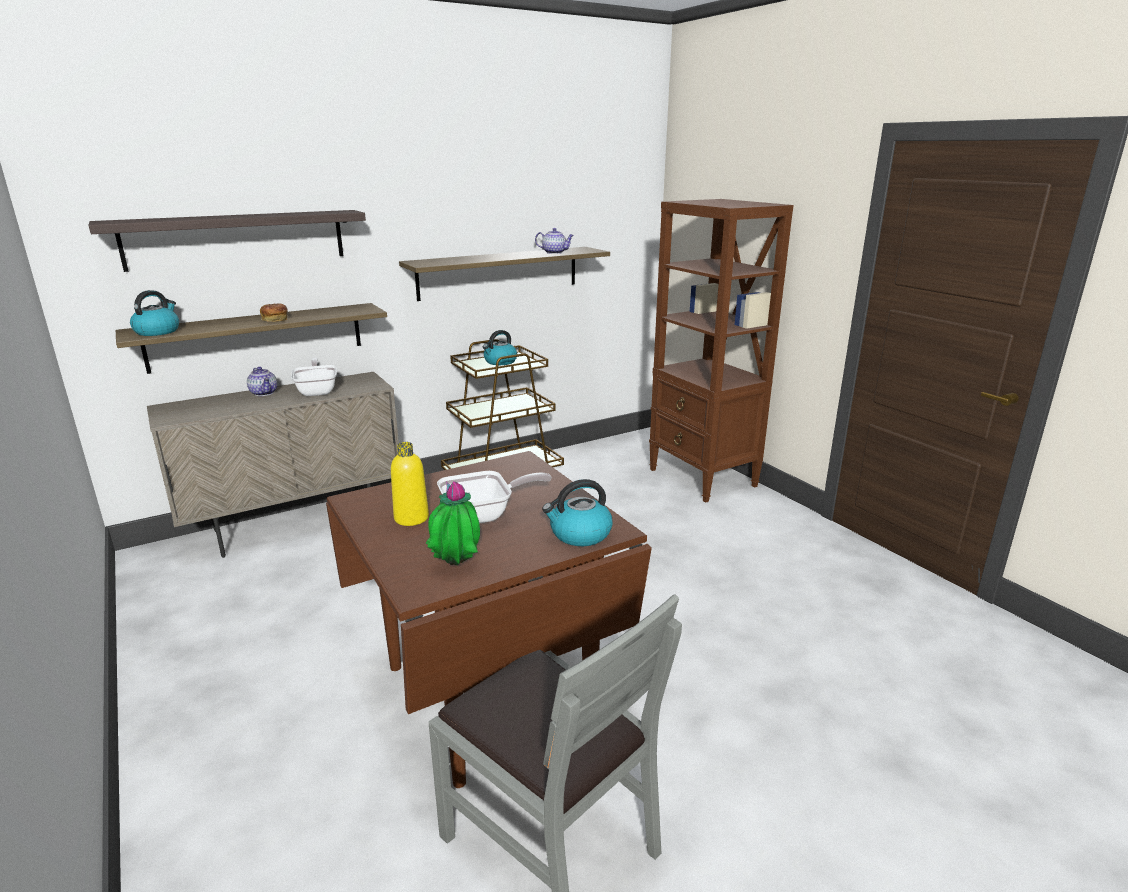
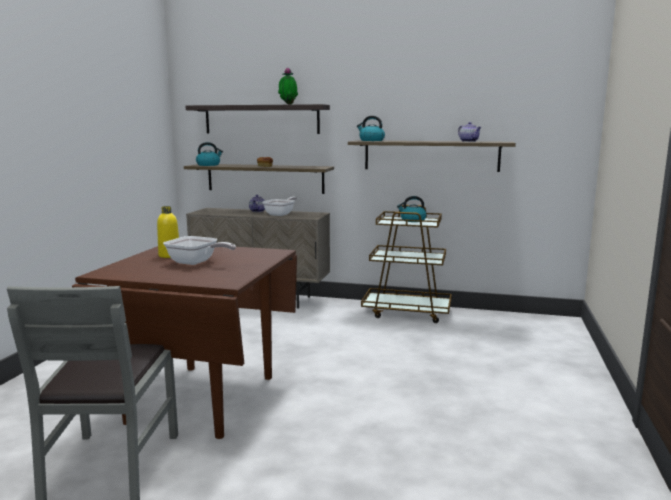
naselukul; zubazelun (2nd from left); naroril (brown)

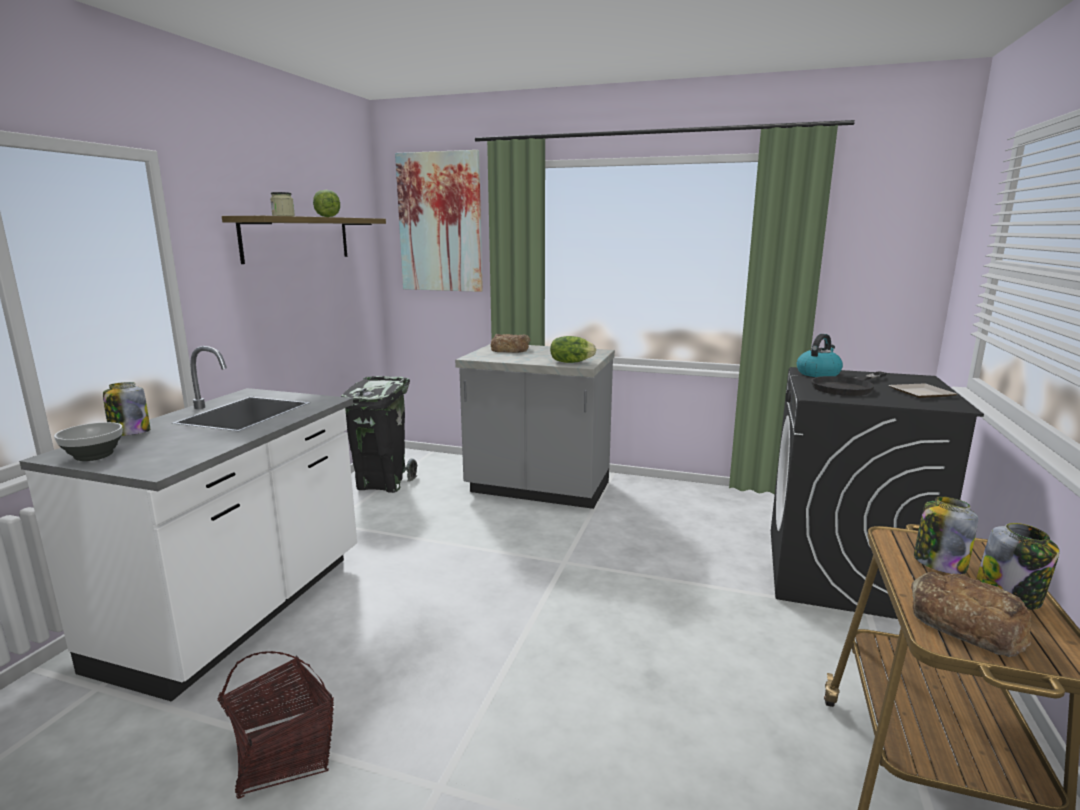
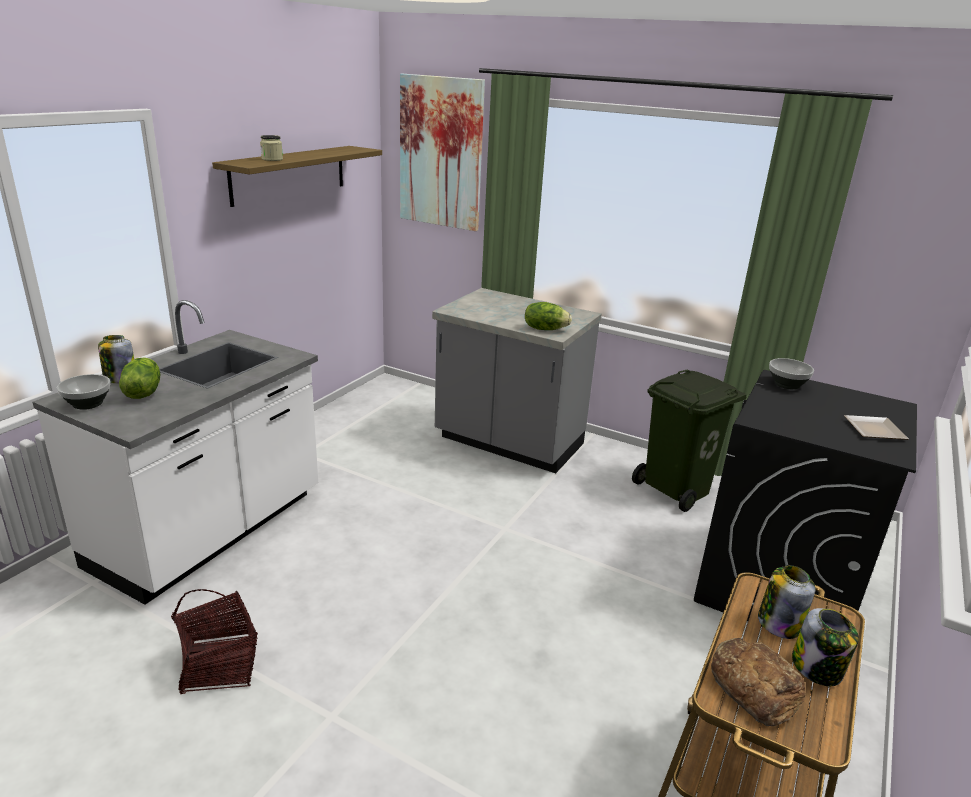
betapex (1st from left); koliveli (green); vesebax (2nd from left); koliveli (black); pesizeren (1st from left in the first image); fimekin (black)

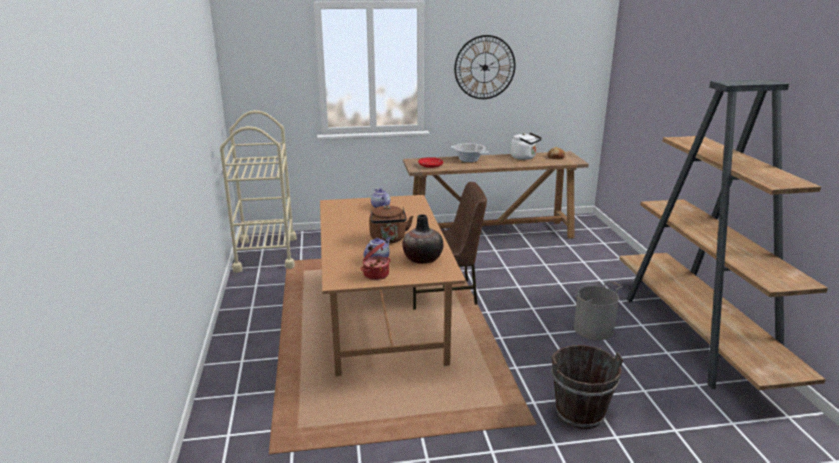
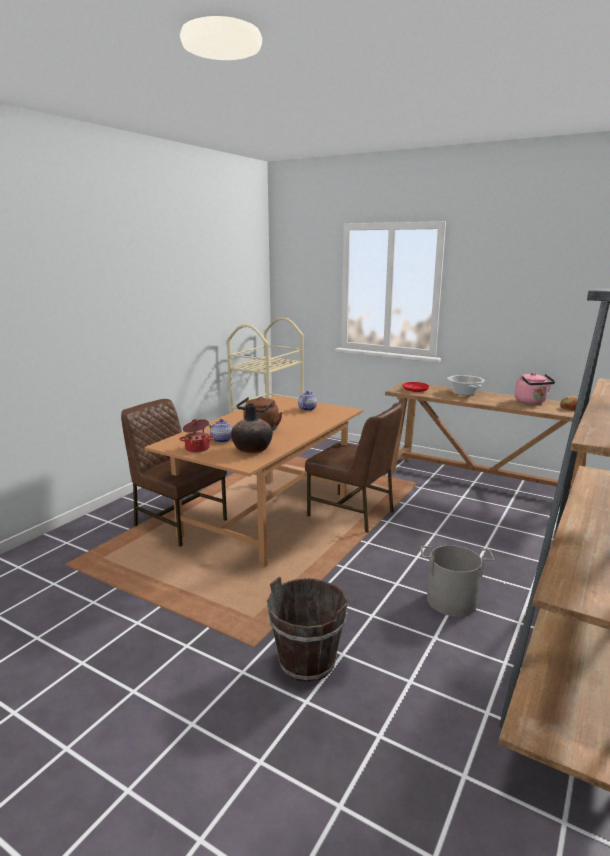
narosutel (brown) (1st from left); zubazelun (pink); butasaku

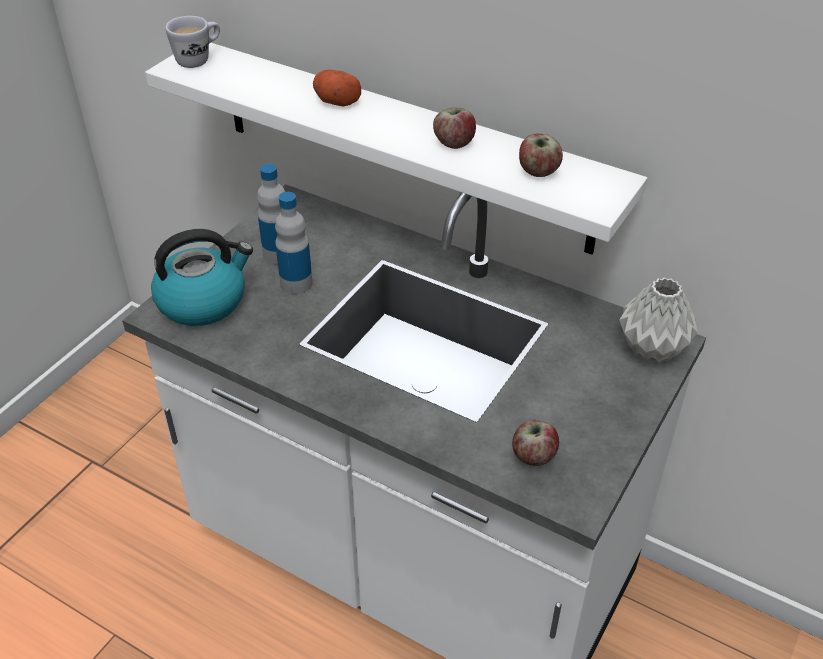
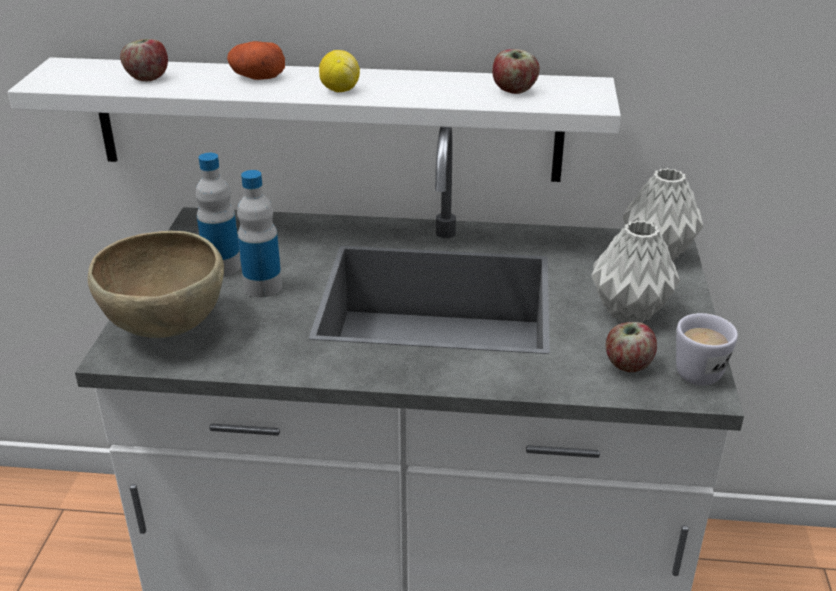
vesebax (brown); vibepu (1st from left); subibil; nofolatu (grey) (1st from left); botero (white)

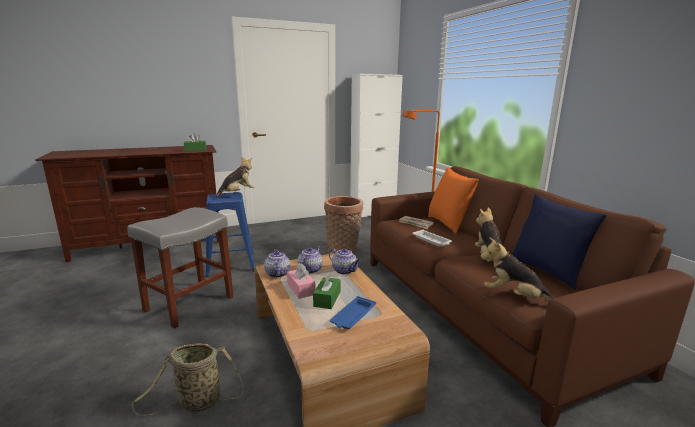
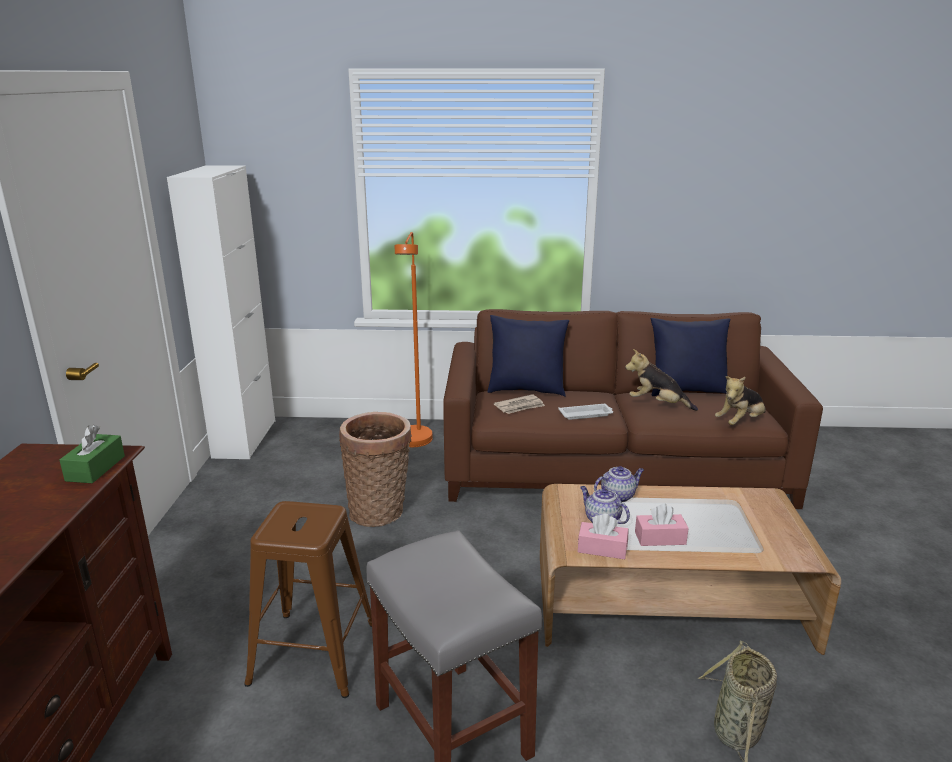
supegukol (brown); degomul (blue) (1st from left); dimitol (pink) (1st from left); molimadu (1st from left in the first image); dimitol (green) (2nd from left in the first image); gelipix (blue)

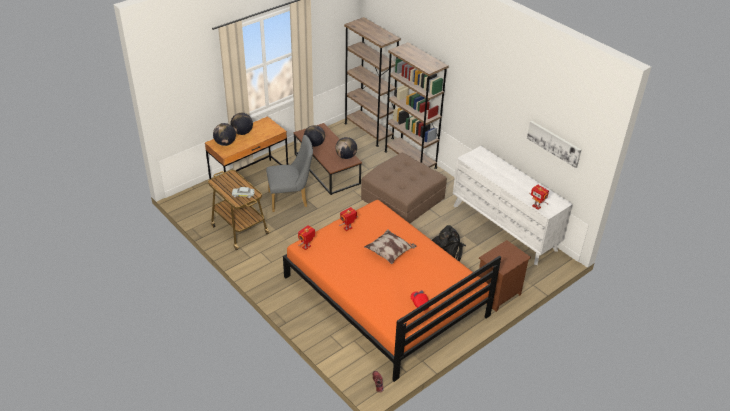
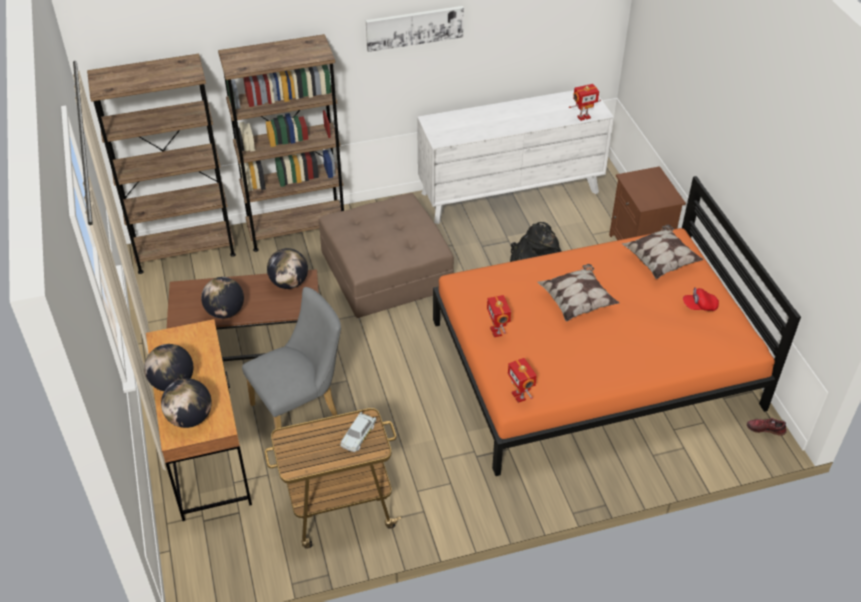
narosutel (grey); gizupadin; degomul (2nd from left)

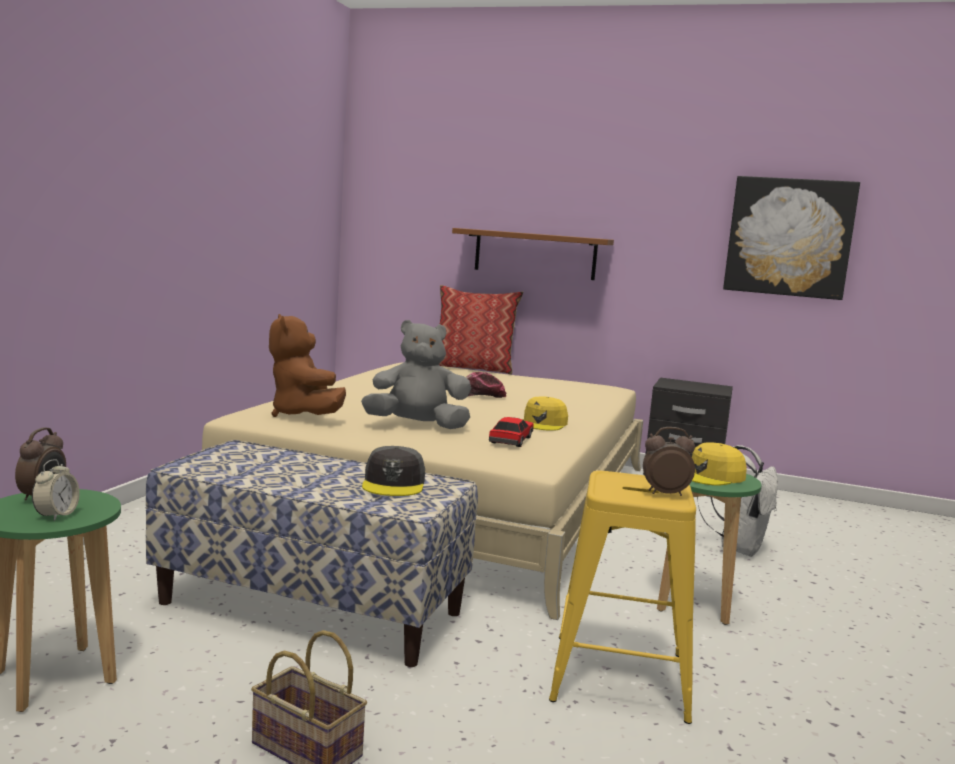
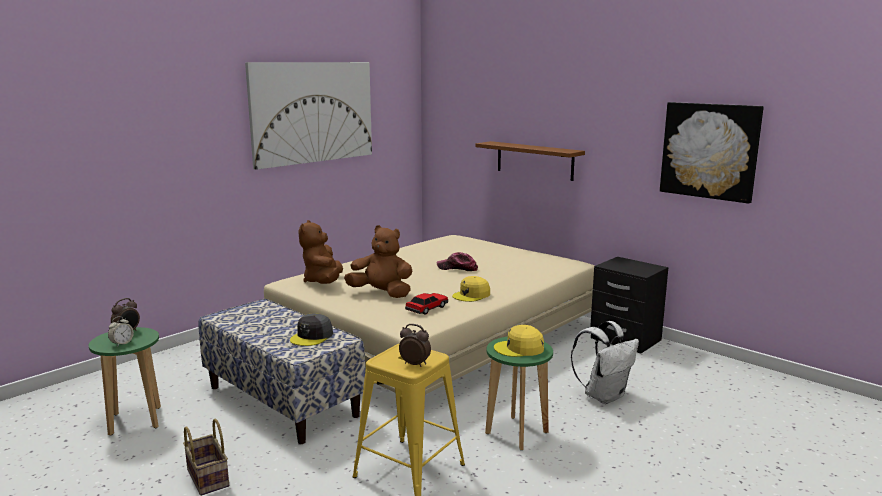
gizupadin (1st from left); molimadu (brown) (2nd from left); degomul

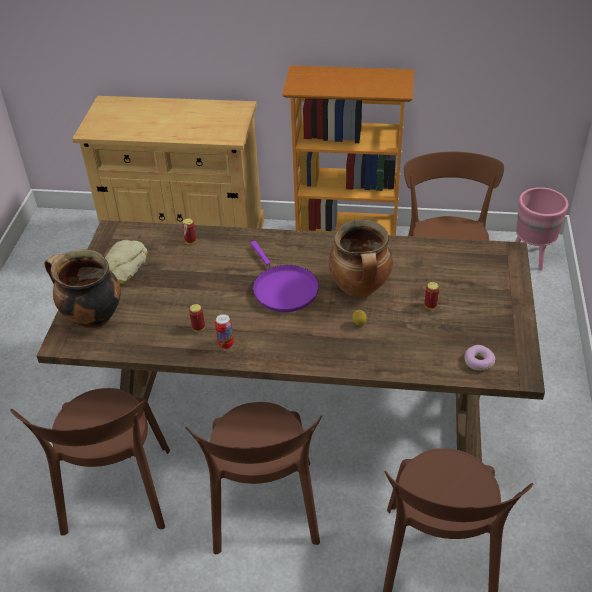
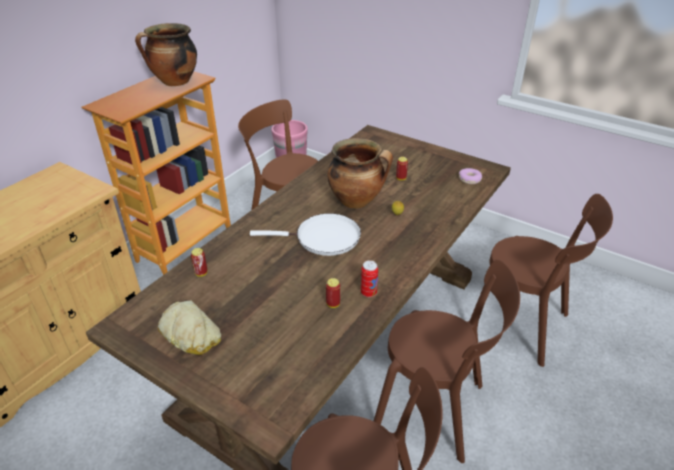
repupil (1st from left); fimekin (white)

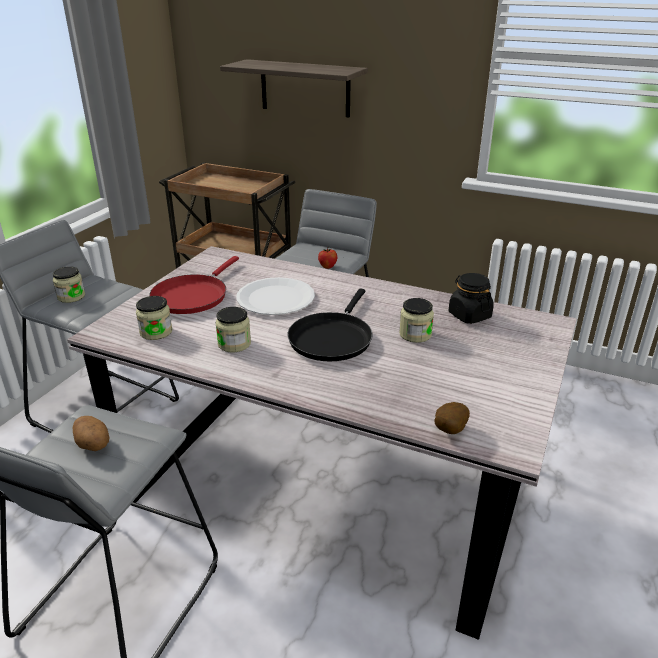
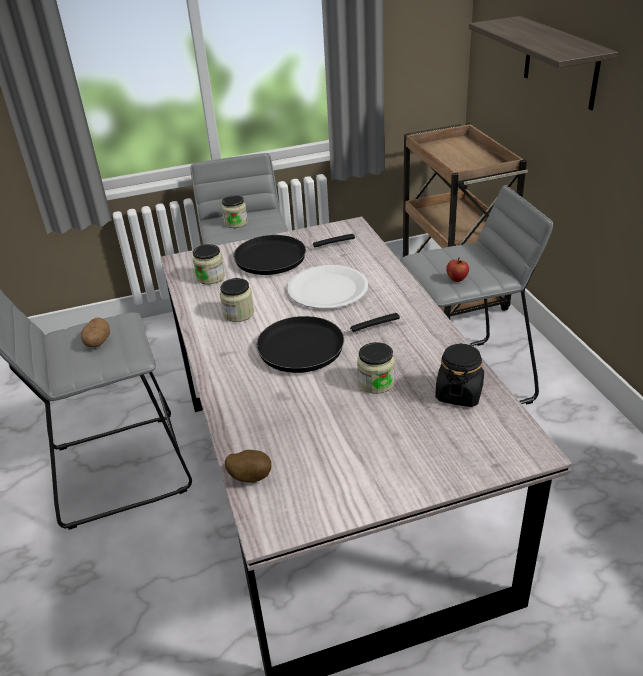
fimekin (black) (1st from left)

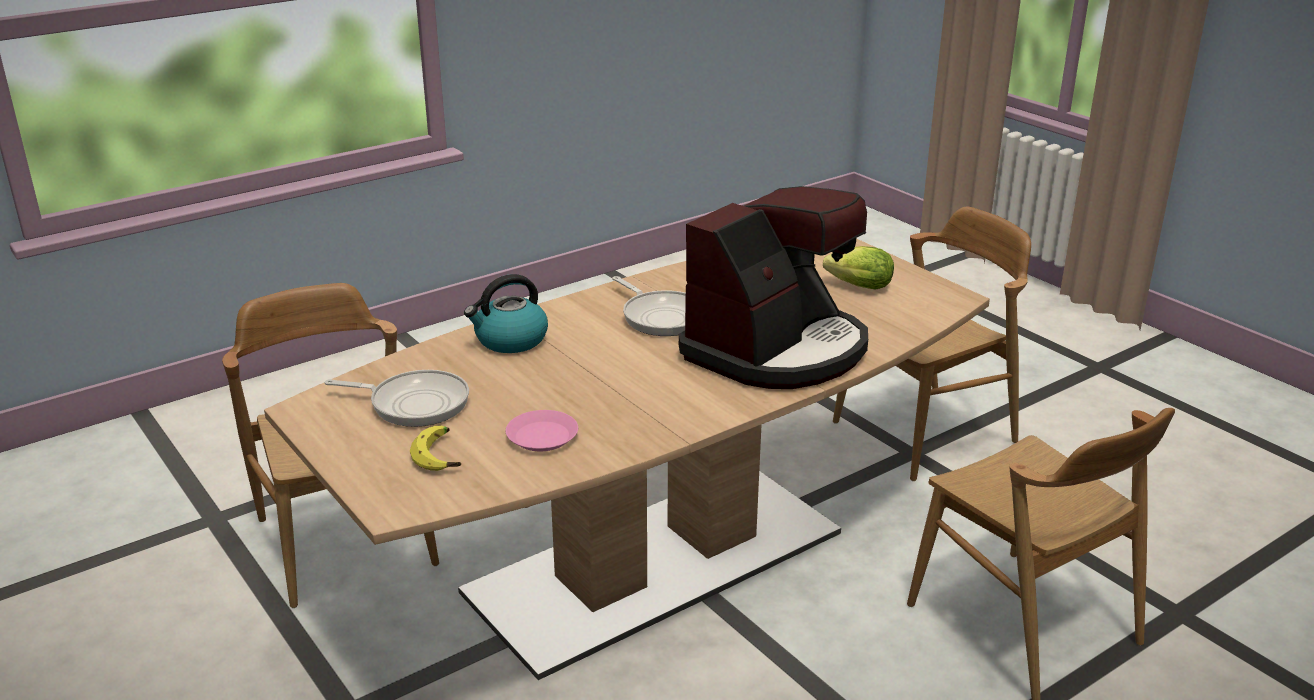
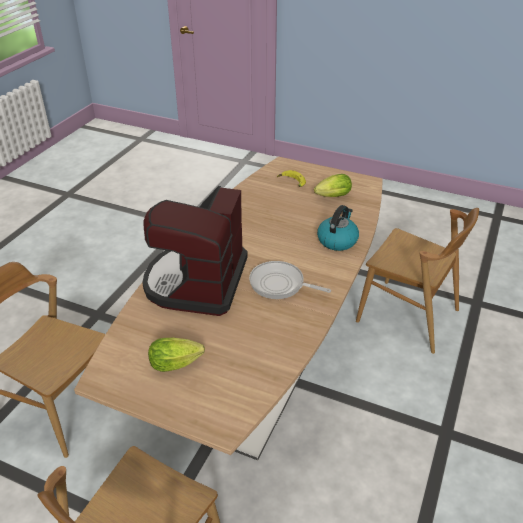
betapex (2nd from left); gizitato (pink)

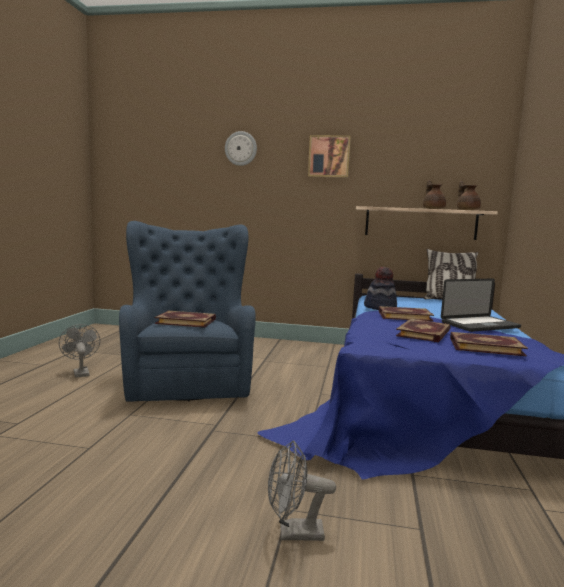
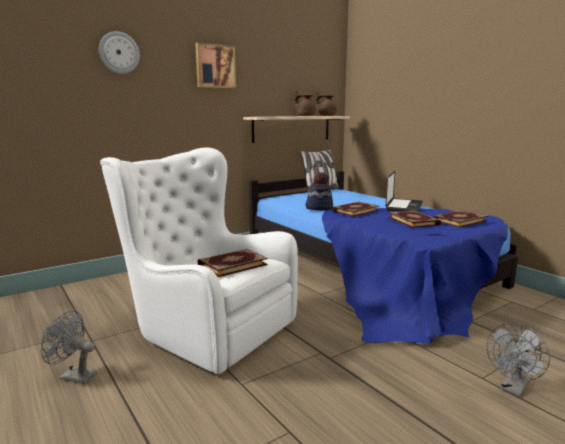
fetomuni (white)

